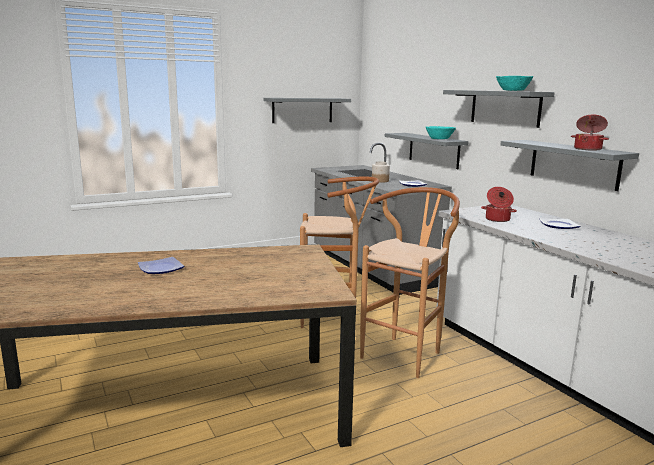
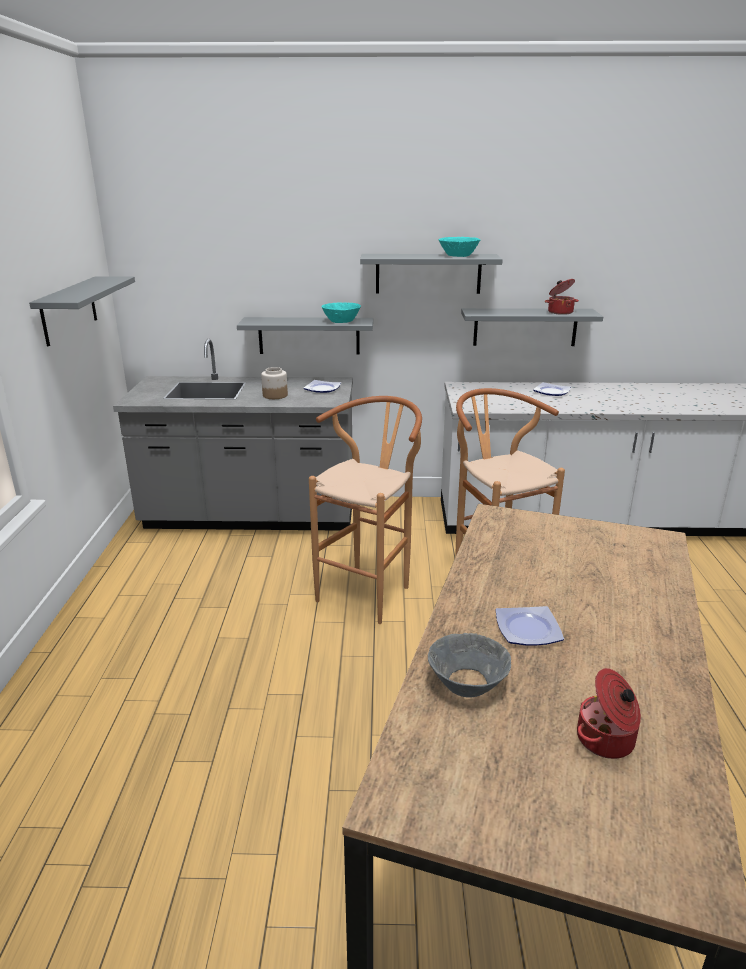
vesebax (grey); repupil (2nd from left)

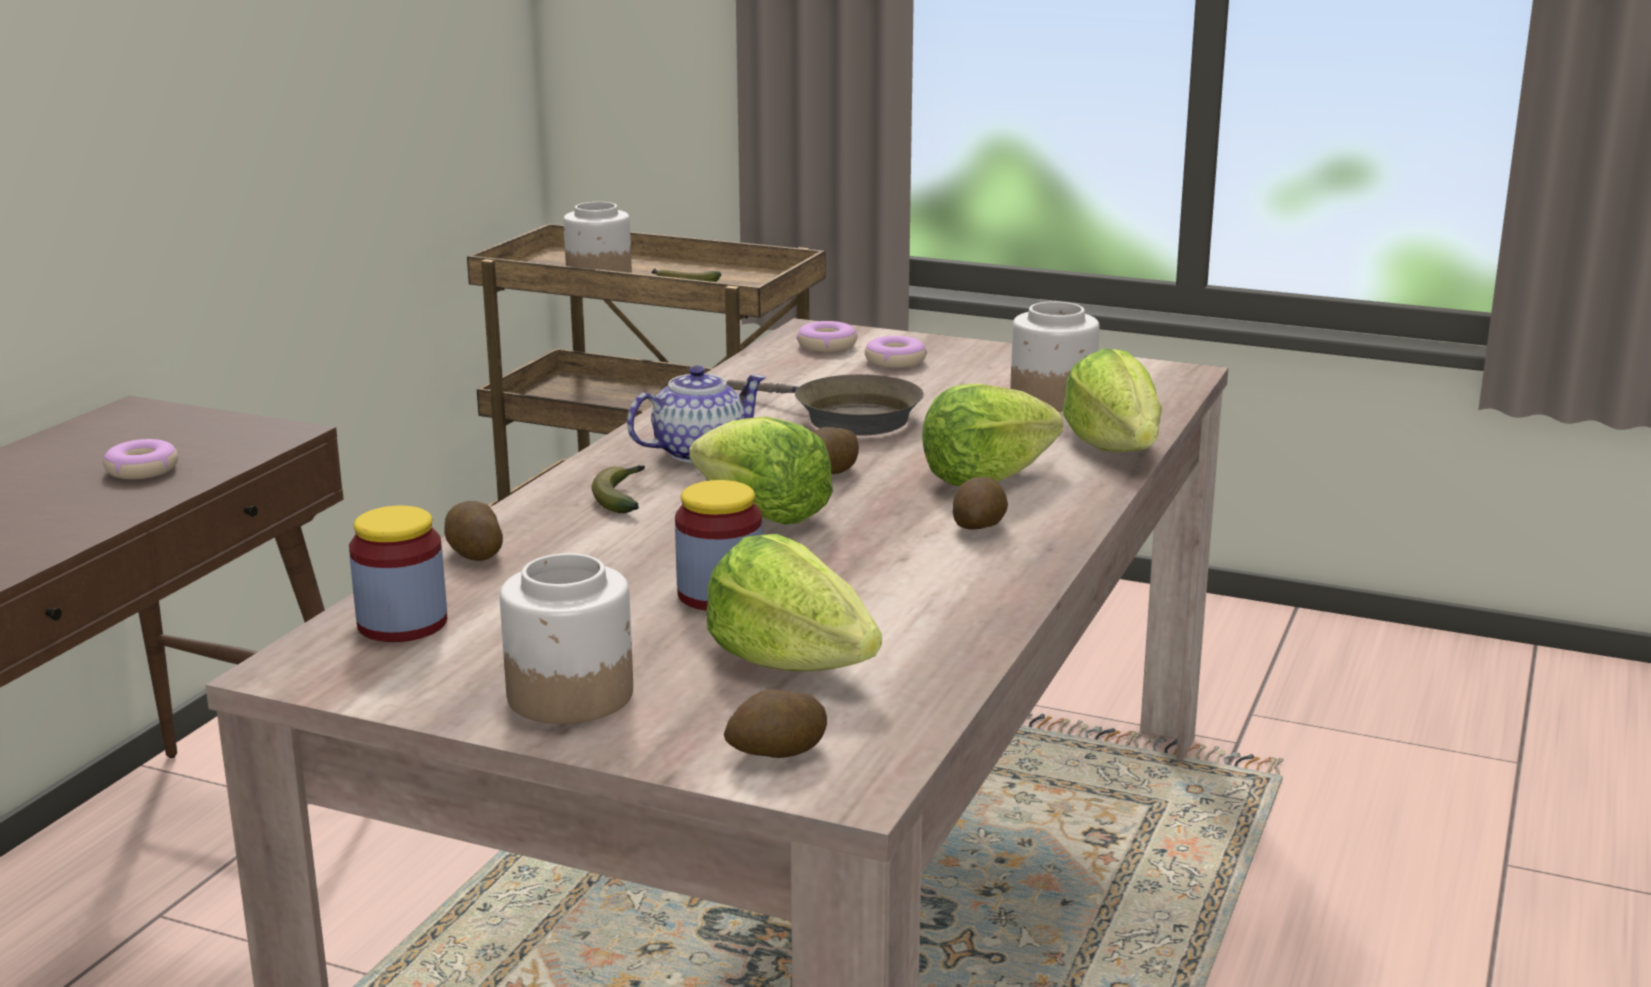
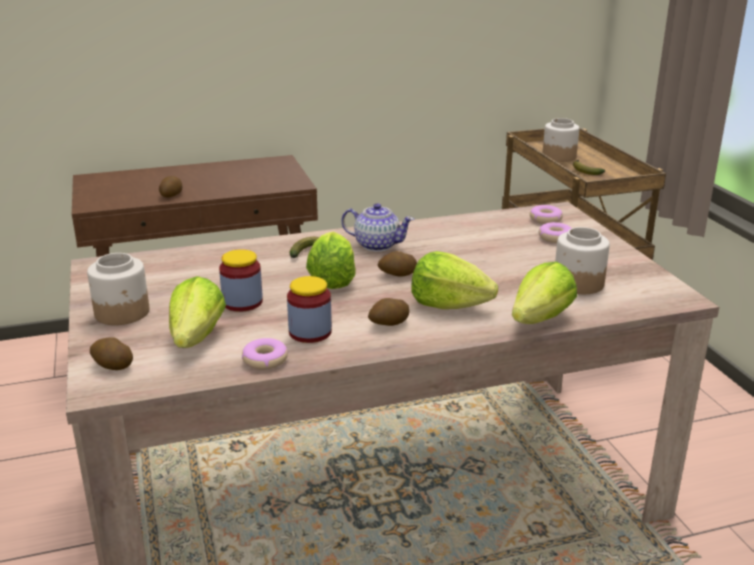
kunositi (2nd from left); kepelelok (1st from left); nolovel (3rd from left); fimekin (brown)

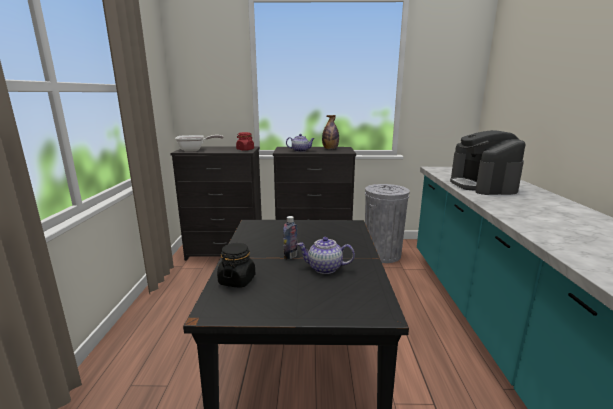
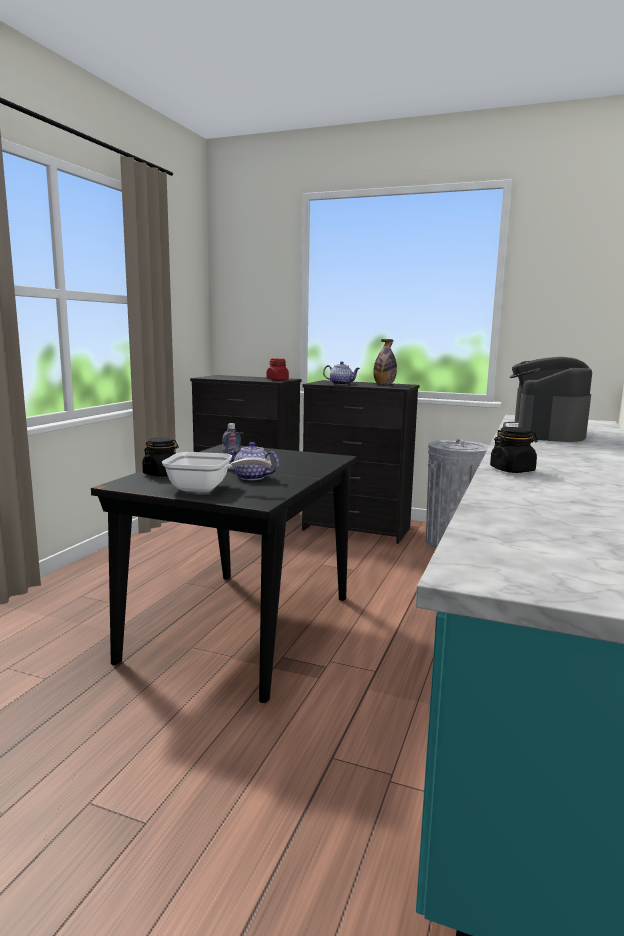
fimekin; nolovel (black) (2nd from left)

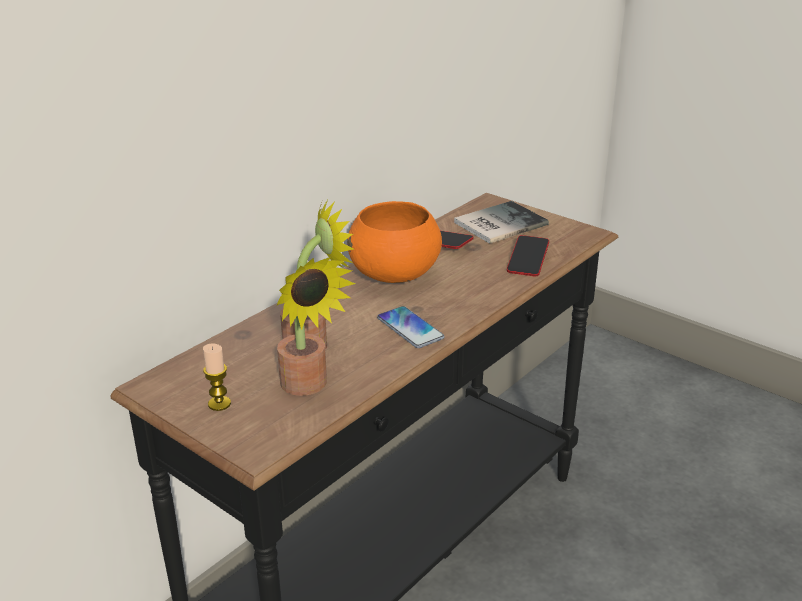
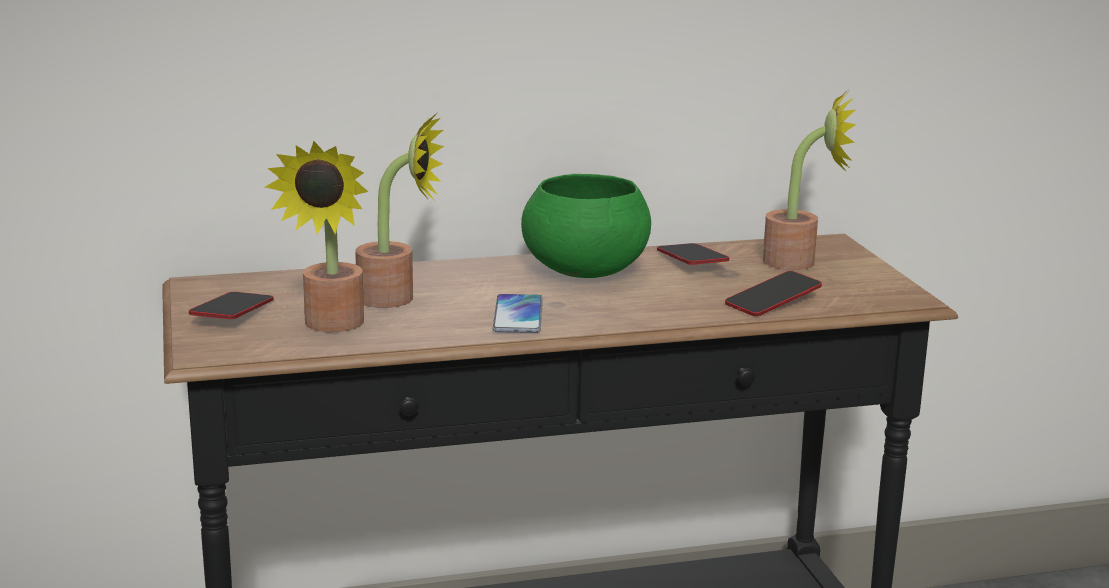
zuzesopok (1st from left); vesebax (green); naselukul (3rd from left)

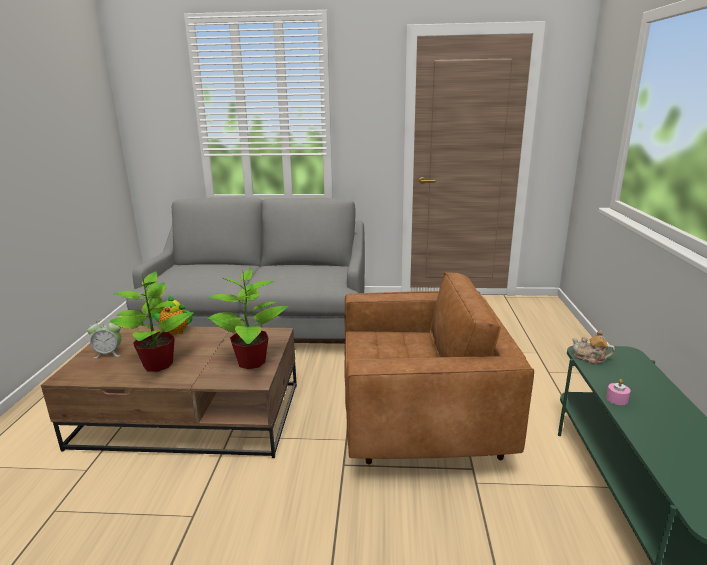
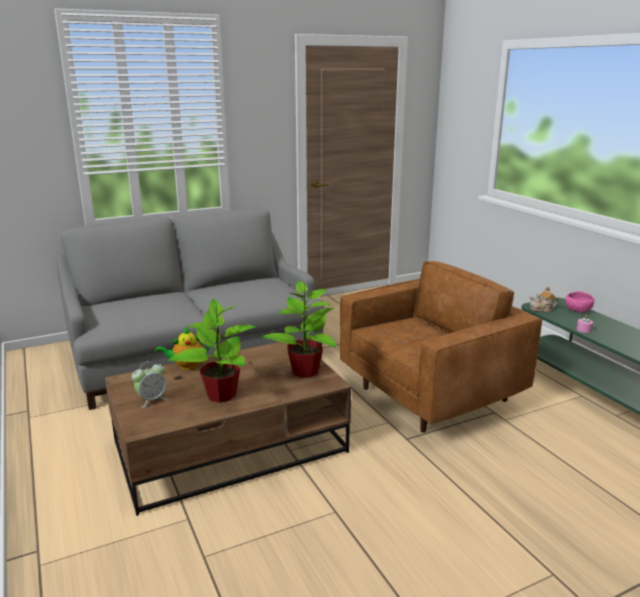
vesebax (pink)

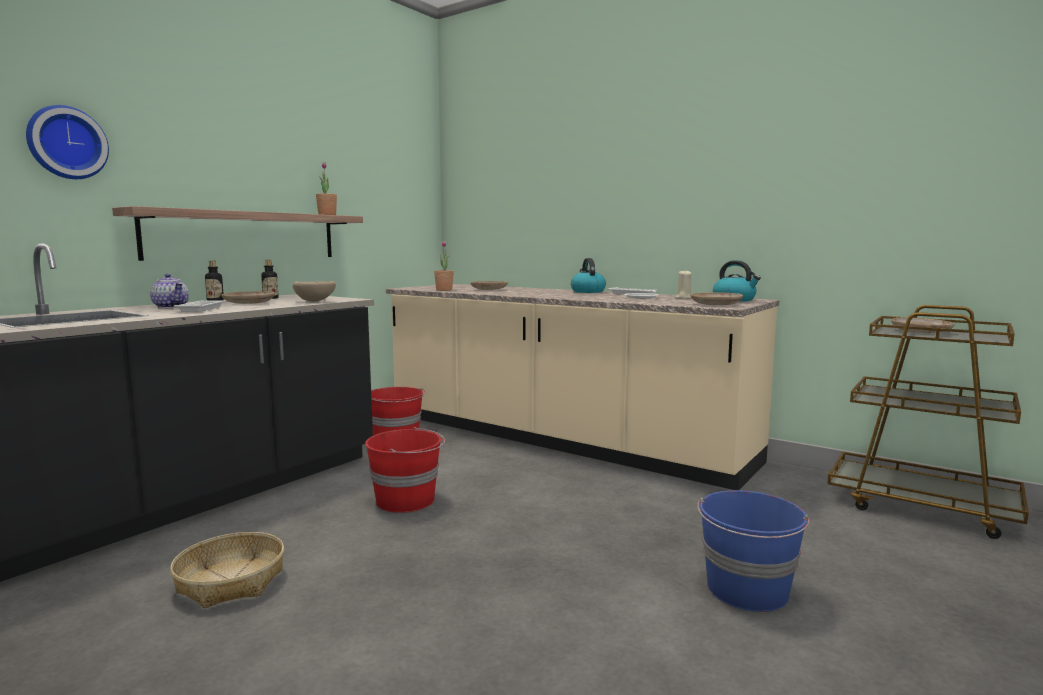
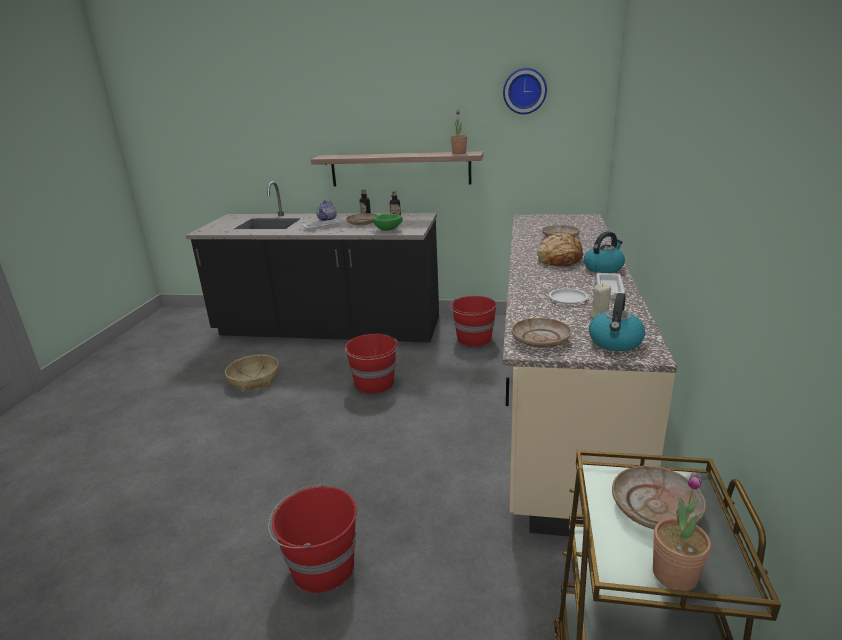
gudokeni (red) (1st from left); vesebax (green); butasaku; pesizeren; naselukul (2nd from left)

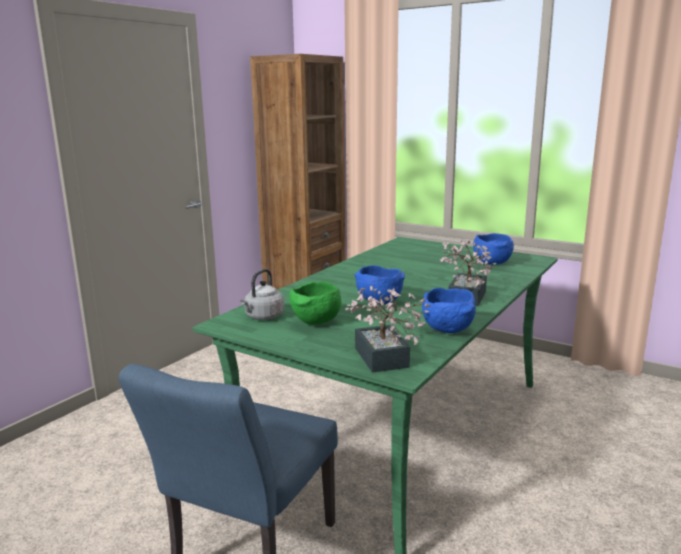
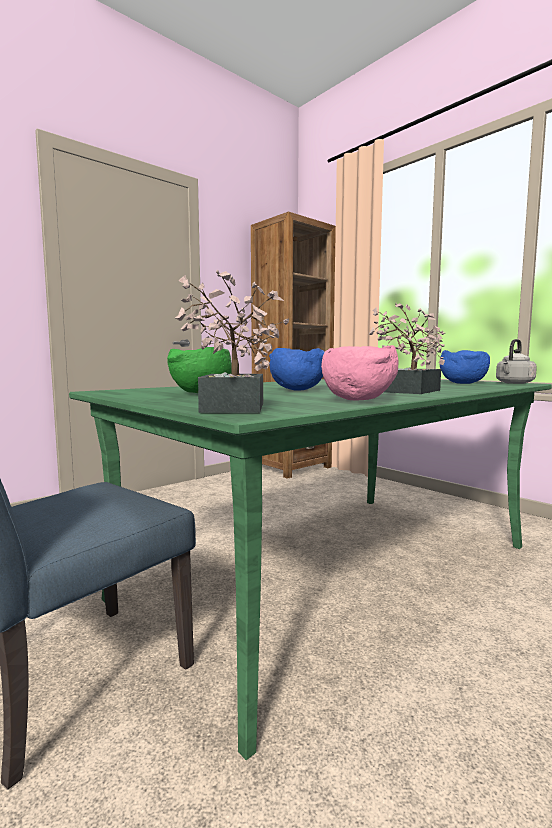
vesebax (pink); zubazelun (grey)

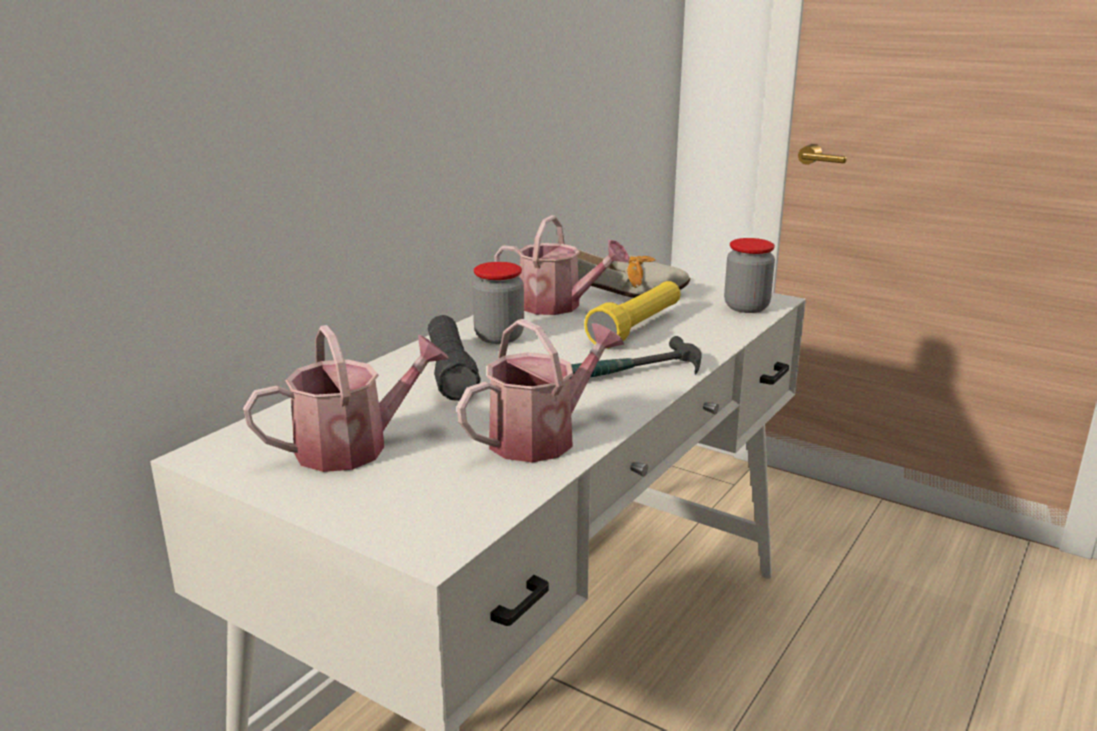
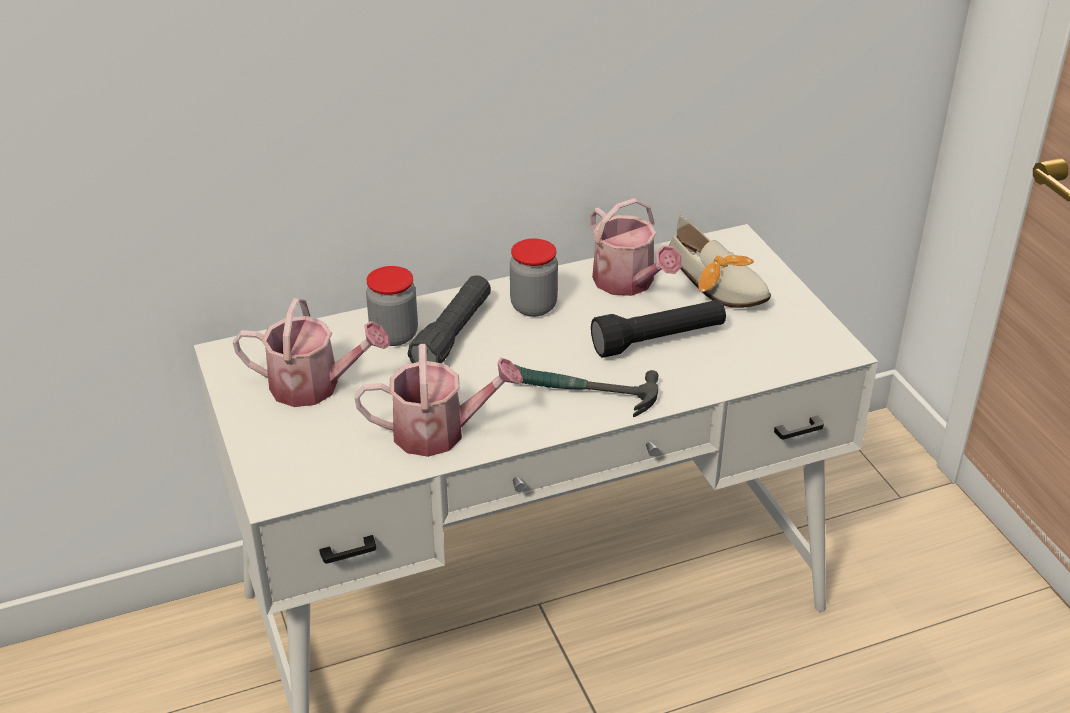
nolovel (1st from left); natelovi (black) (2nd from left)

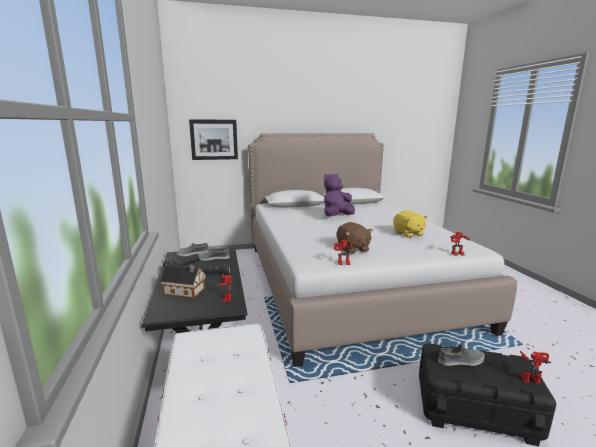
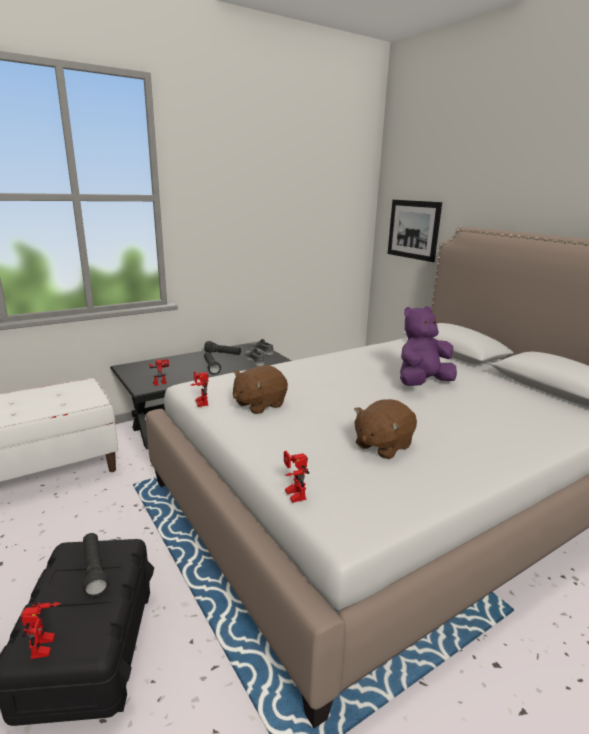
natelovi (black) (1st from left); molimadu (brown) (2nd from left); molimadu (purple); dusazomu

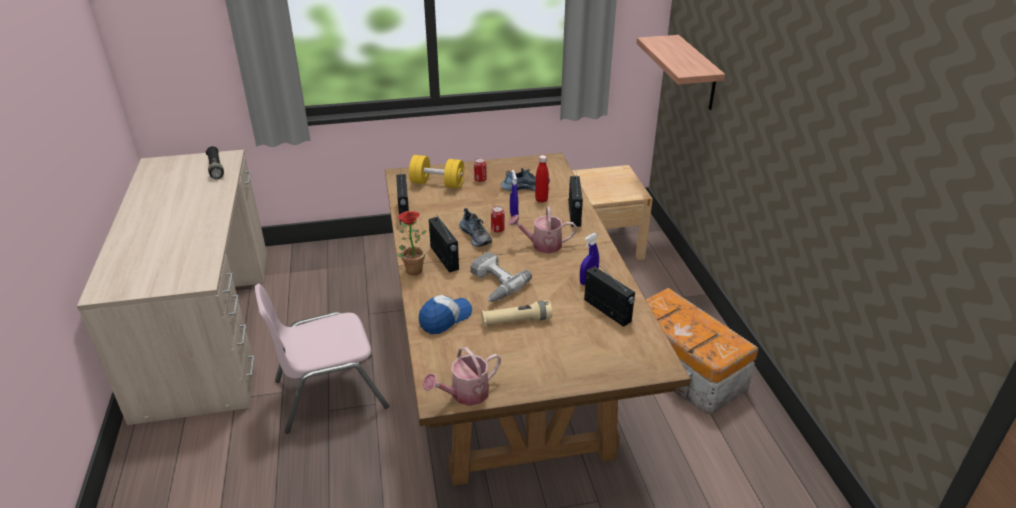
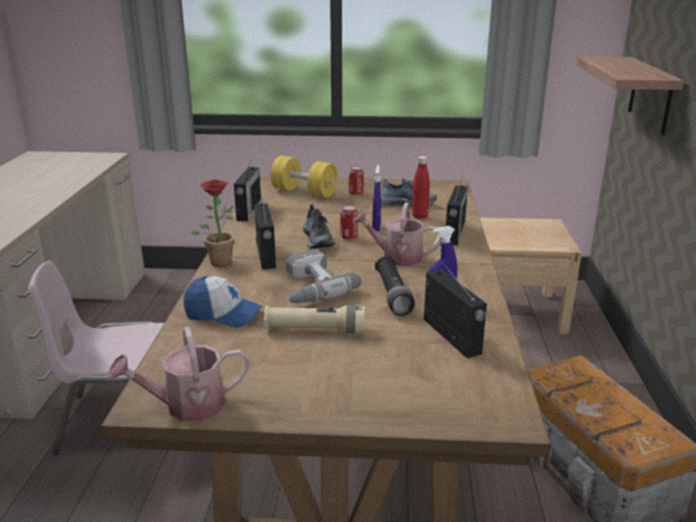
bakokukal; natelovi (black)

